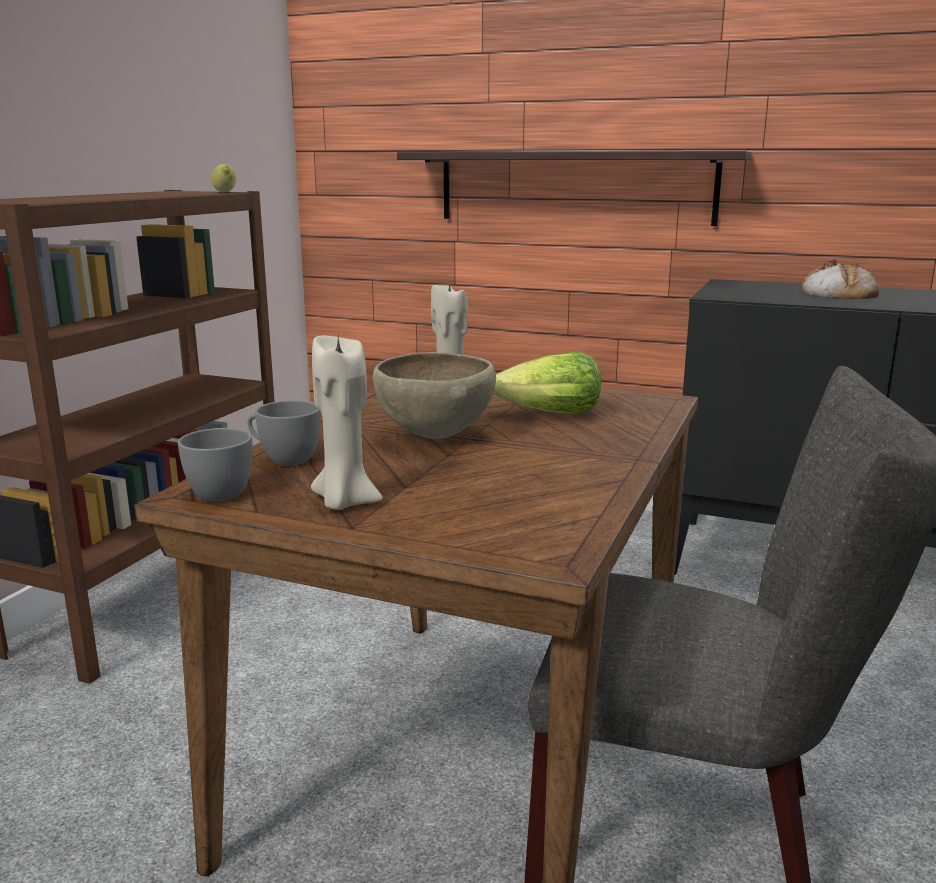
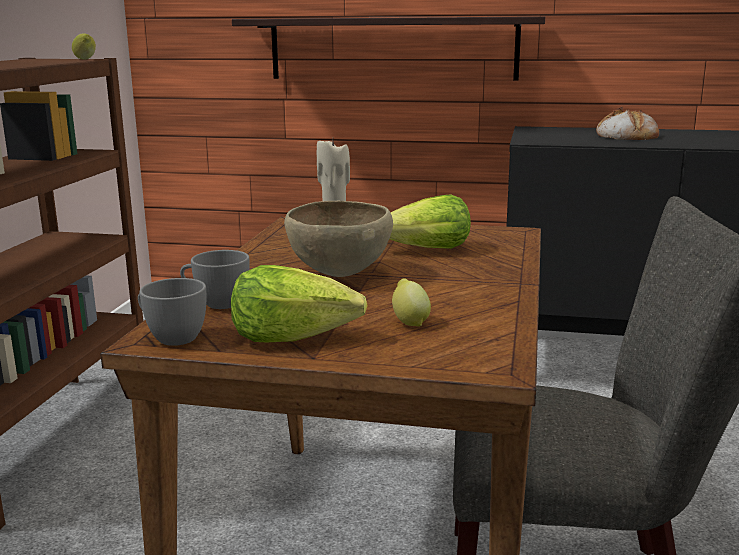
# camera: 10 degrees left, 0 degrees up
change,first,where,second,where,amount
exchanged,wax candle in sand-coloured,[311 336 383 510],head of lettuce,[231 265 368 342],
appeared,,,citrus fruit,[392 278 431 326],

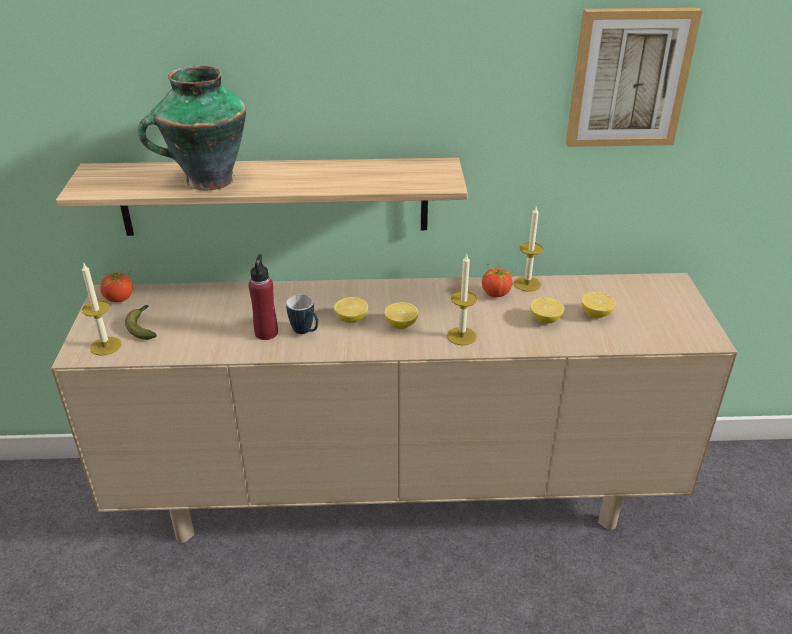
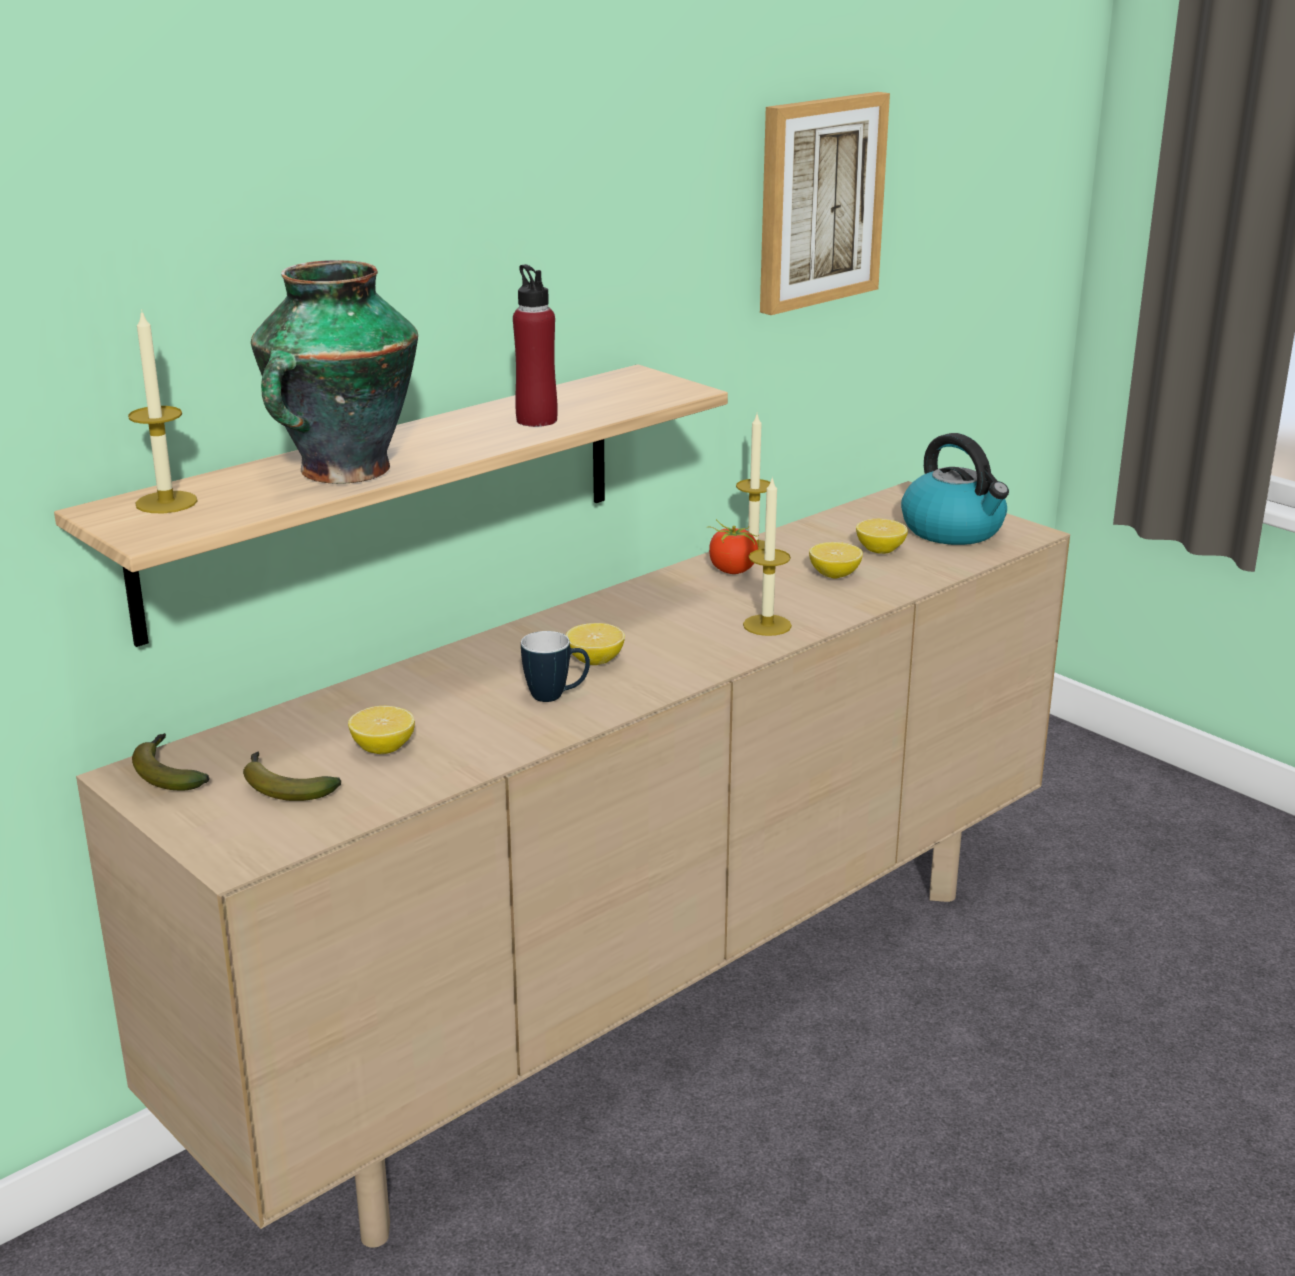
# camera: 40 degrees left, 10 degrees down
change,first,where,second,where,amount
relocated,beverage bottle in reddish,[249 254 278 340],,[513 264 558 427],
relocated,wax candle,[82 262 121 356],,[128 309 198 513],
exchanged,whole tomato,[100 266 133 302],banana fruit,[132 733 210 791],
relocated,citrus fruit,[384 302 419 329],,[348 706 415 754],
appeared,,,tea kettle,[901 433 1009 545],

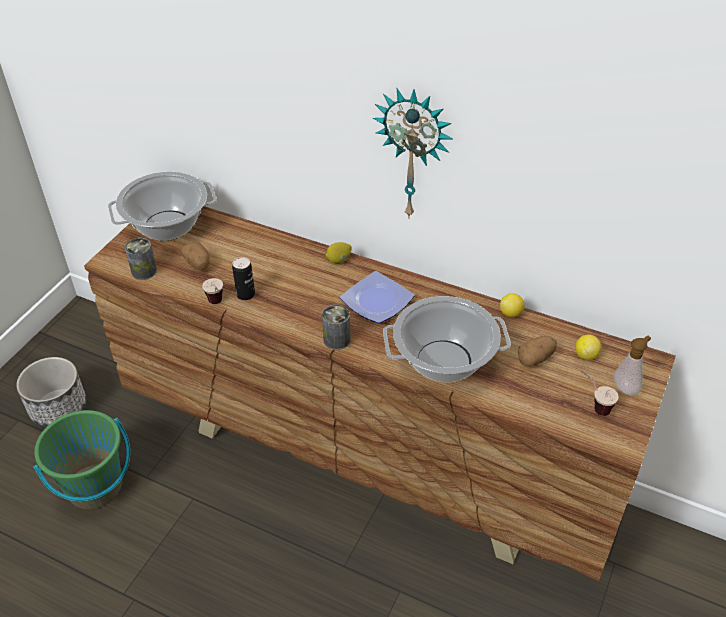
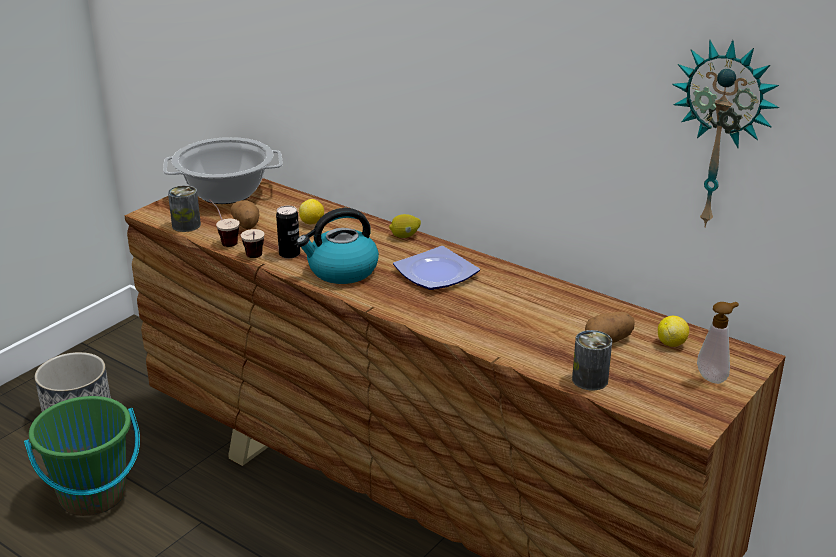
# camera: 10 degrees right, 15 degrees down
change,first,where,second,where,amount
relocated,clock on the wall,[373 88 453 217],,[672 40 779 228],
relocated,citrus fruit,[500 293 525 317],,[299 199 324 224],
missing,stockpot,[383 296 511 382],,,
relocated,sealed can,[322 305 351 350],,[572 330 612 391],
relocated,cup,[581 370 619 416],,[209 199 240 247],
appeared,,,tea kettle,[296 208 379 284],

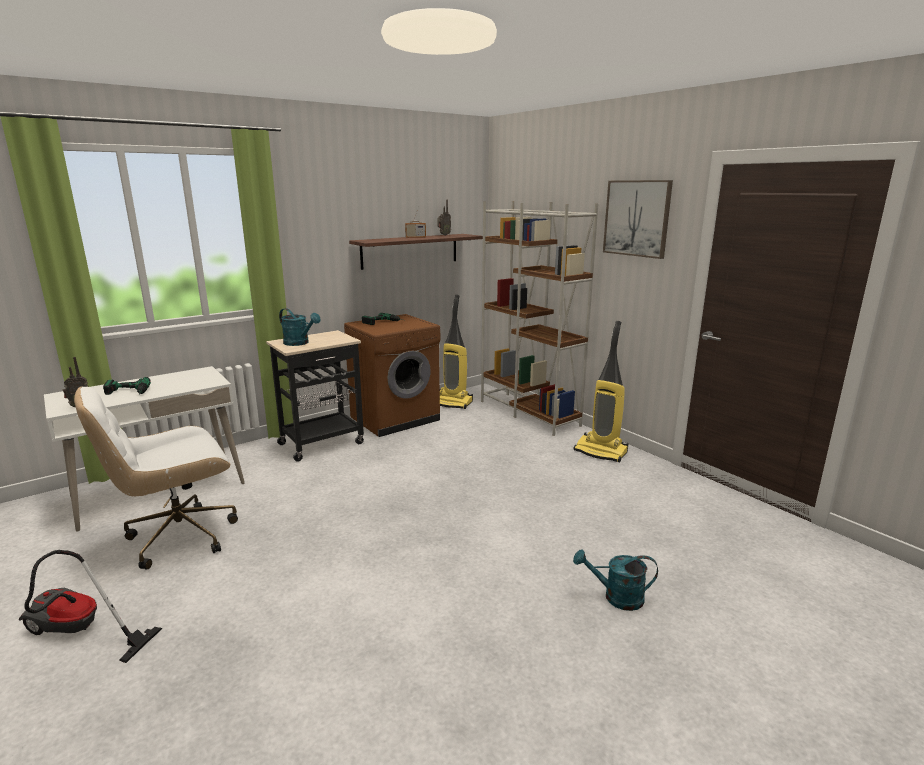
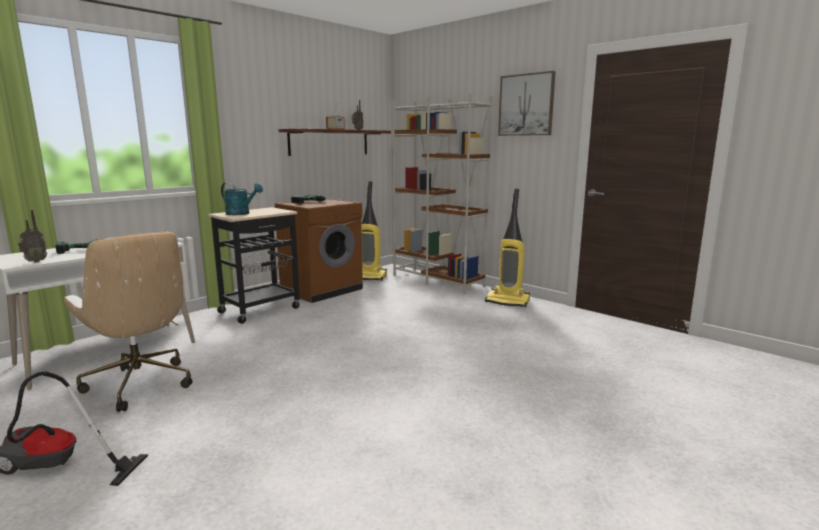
# camera: 10 degrees left, 5 degrees down
change,first,where,second,where,amount
spun,desk chair in whitish,[74 386 238 569],,[64 232 193 412],90 degrees counterclockwise
missing,watering pot in turquoise,[573 549 658 611],,,

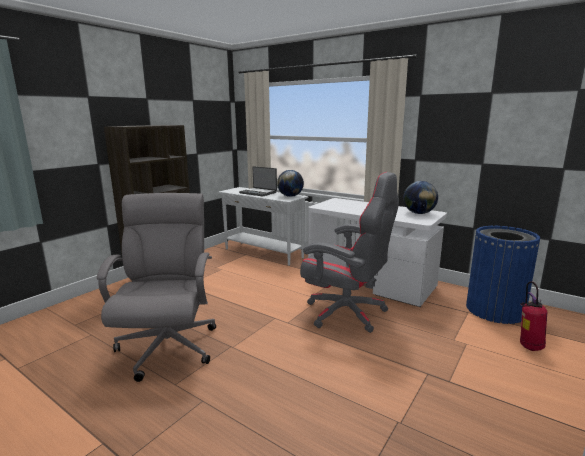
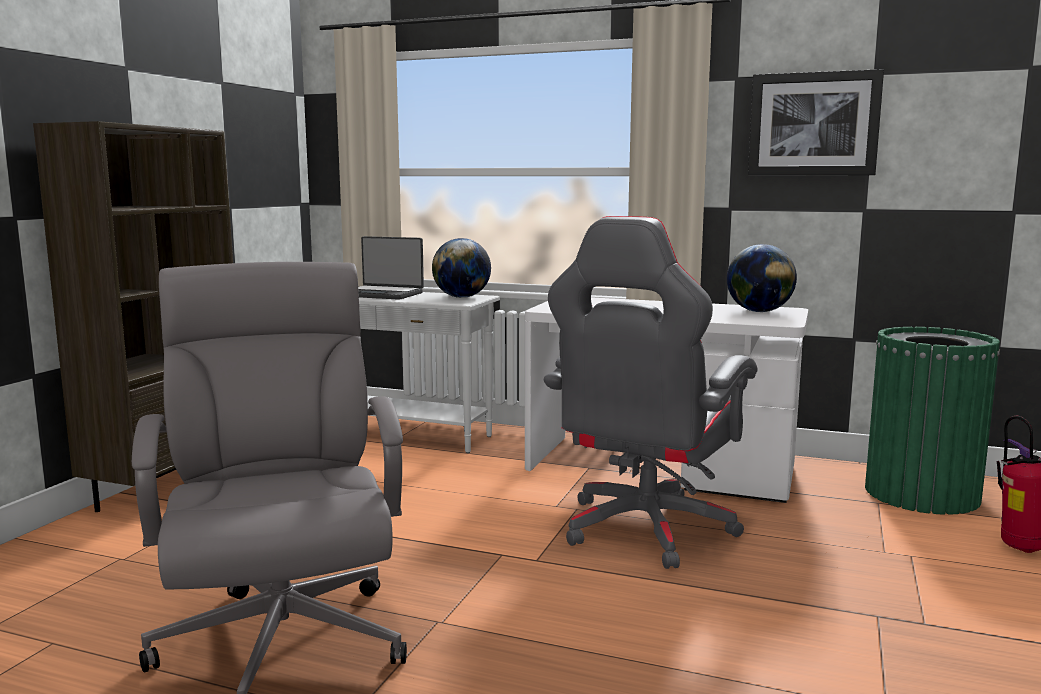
# camera: 15 degrees left, 5 degrees down
change,first,where,second,where,amount
spun,desk chair in greyish,[300 172 399 333],,[544 216 758 569],105 degrees clockwise
colour,rubbish bin in blue,[466 226 540 324],rubbish bin in greenish,[865 327 1000 515],
appeared,,,wall art,[748 69 884 175],

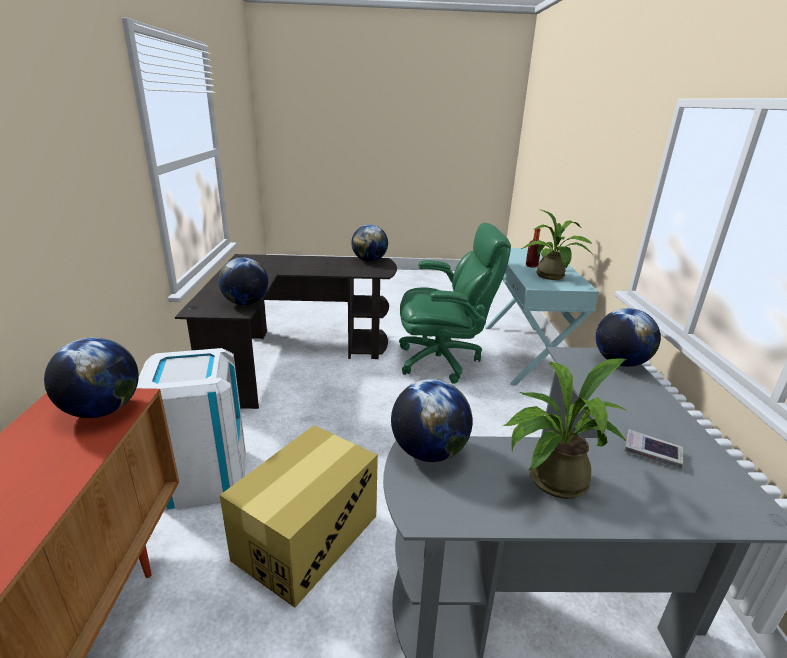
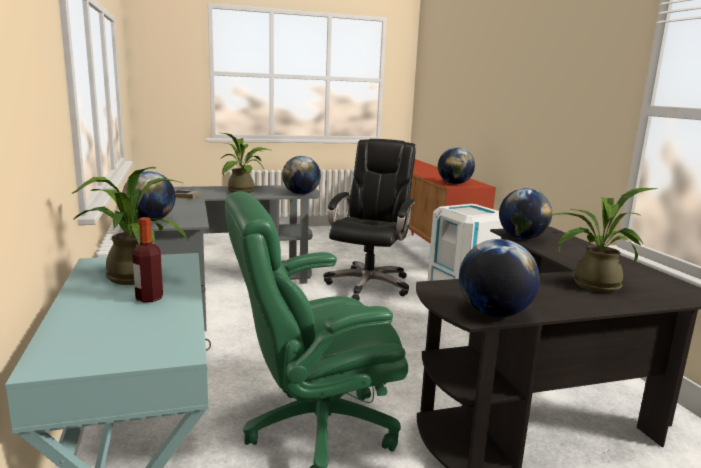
# camera: 165 degrees right, 10 degrees down
change,first,where,second,where,amount
exchanged,cardboard box,[220 425 378 608],desk chair in black,[323 139 416 301],
appeared,,,houseplant,[546 188 657 293],

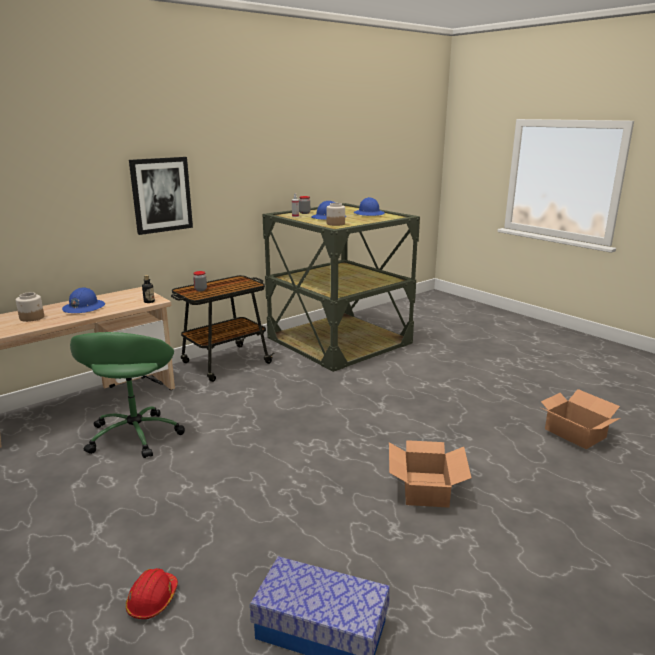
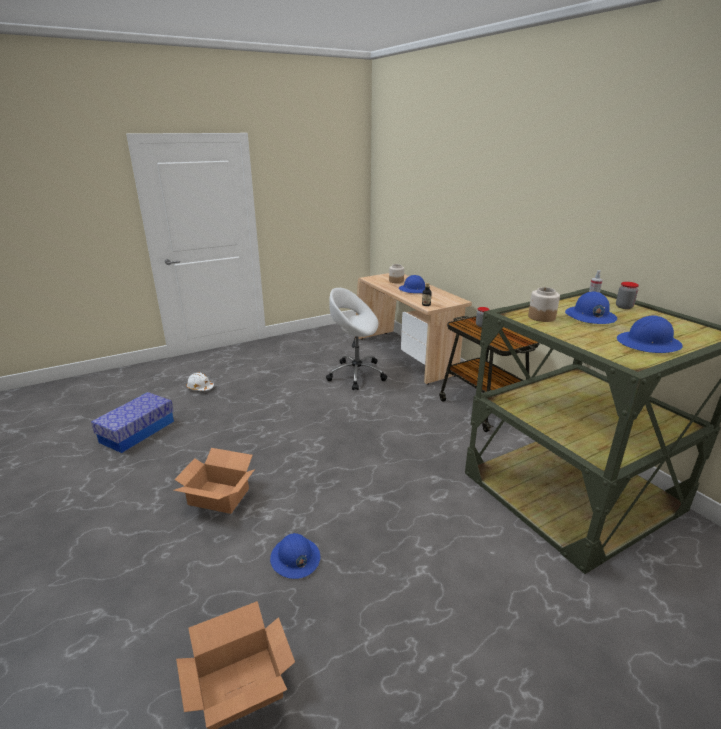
# camera: 100 degrees right, 5 degrees up
change,first,where,second,where,amount
missing,wall art,[129 157 193 235],,,
colour,desk chair in greenish,[70 332 185 458],desk chair in whitish,[326 288 387 390],
colour,safety helmet in reddish,[126 568 178 619],safety helmet in whitish,[186 372 214 391],
appeared,,,safety helmet in blue,[270 533 321 579],

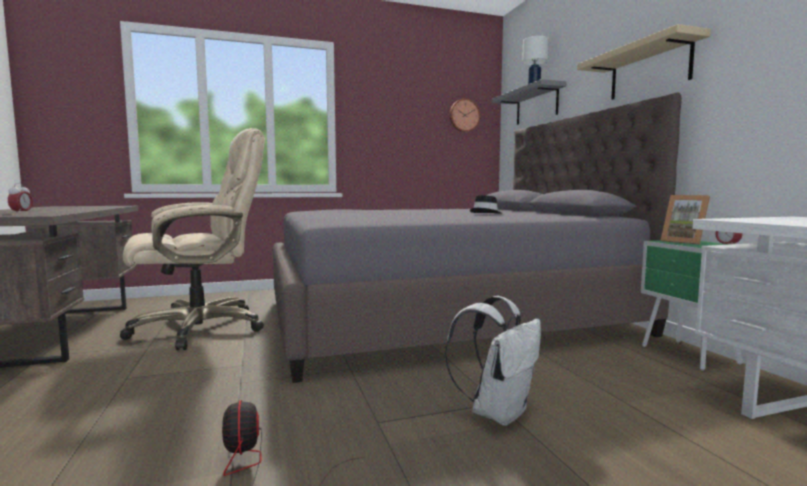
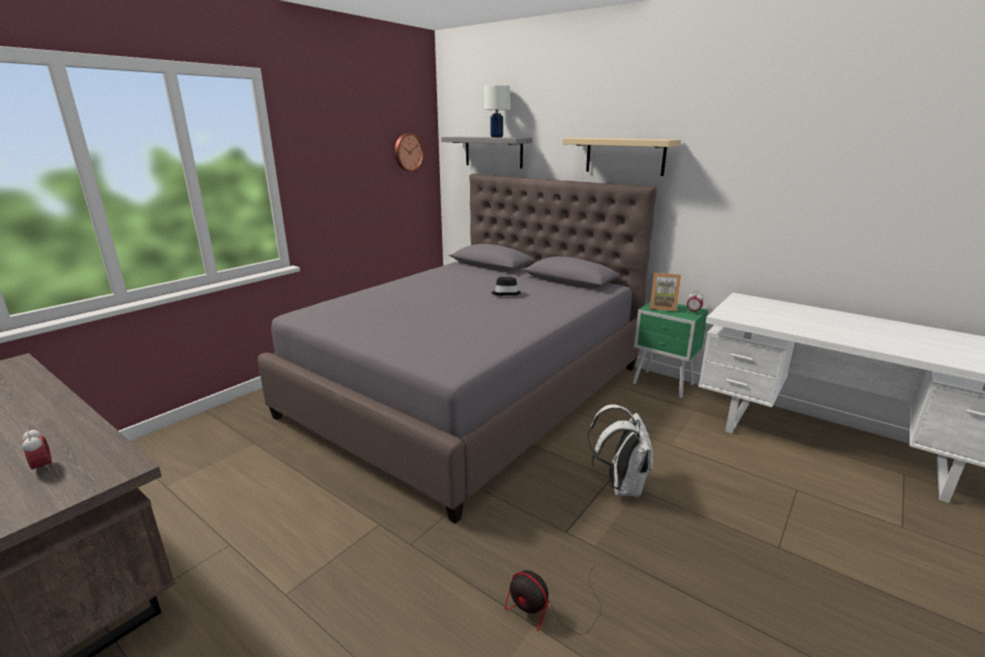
# camera: 35 degrees left, 15 degrees up
change,first,where,second,where,amount
missing,desk chair in sand-coloured,[120 128 265 350],,,

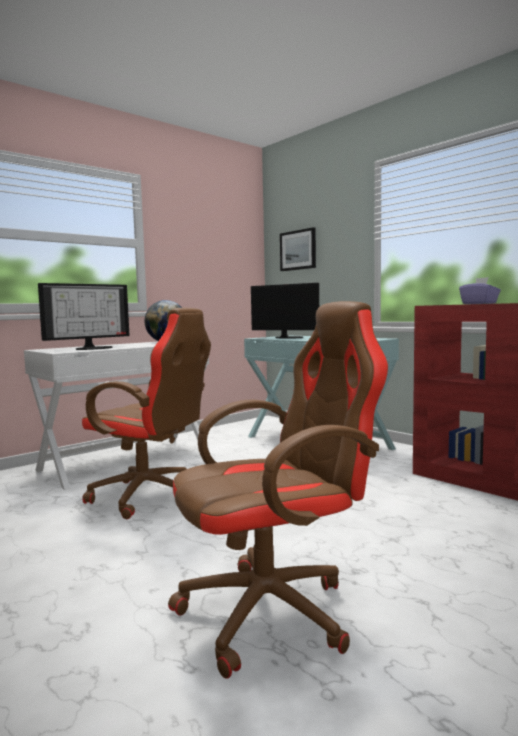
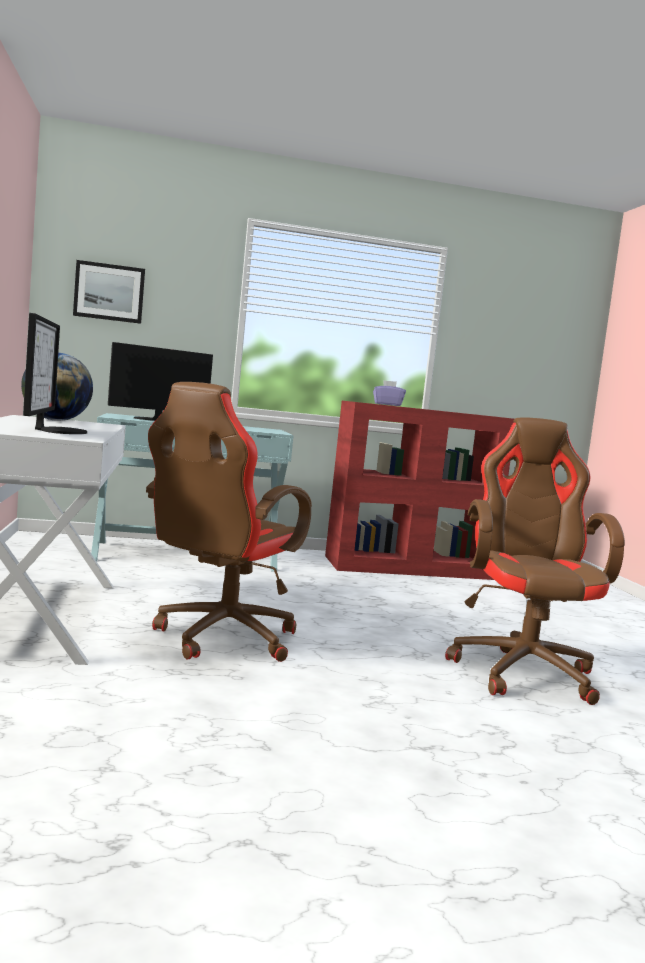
# camera: 60 degrees left, 0 degrees up
change,first,where,second,where,amount
spun,desk chair in brown-coloured,[82 308 211 519],,[146 382 312 662],150 degrees clockwise

